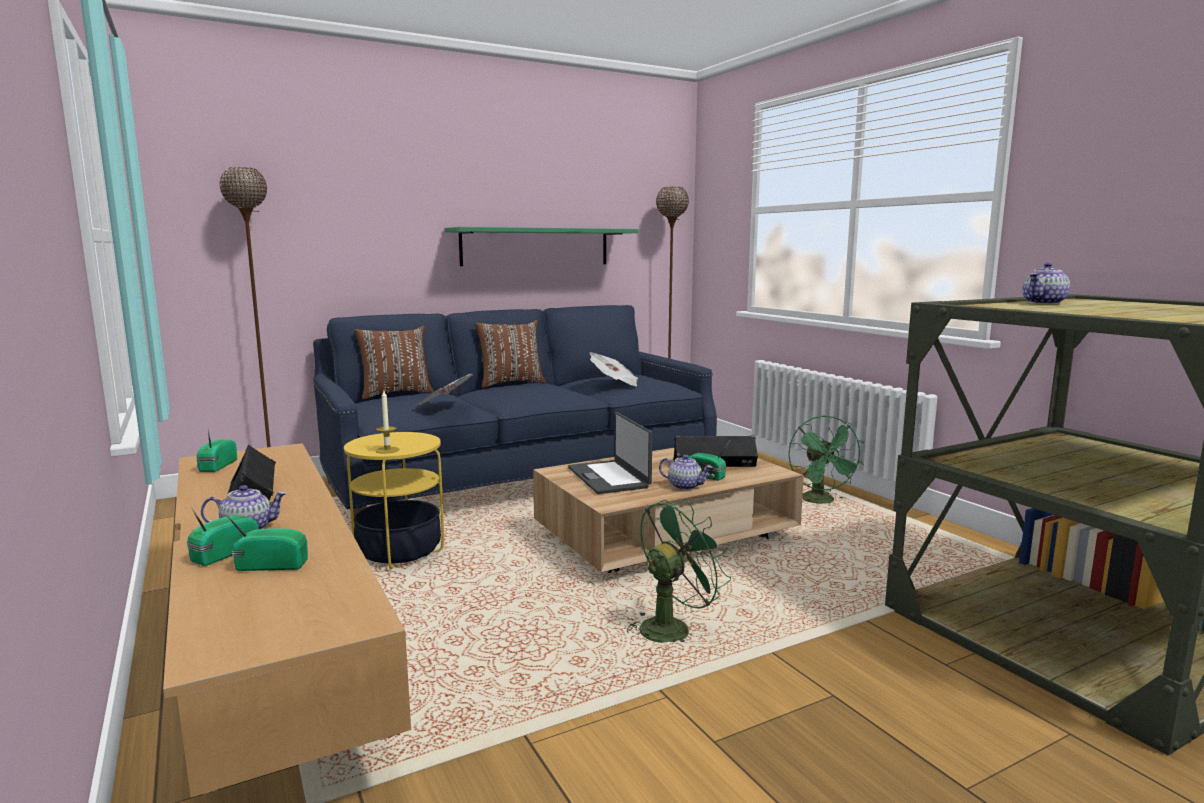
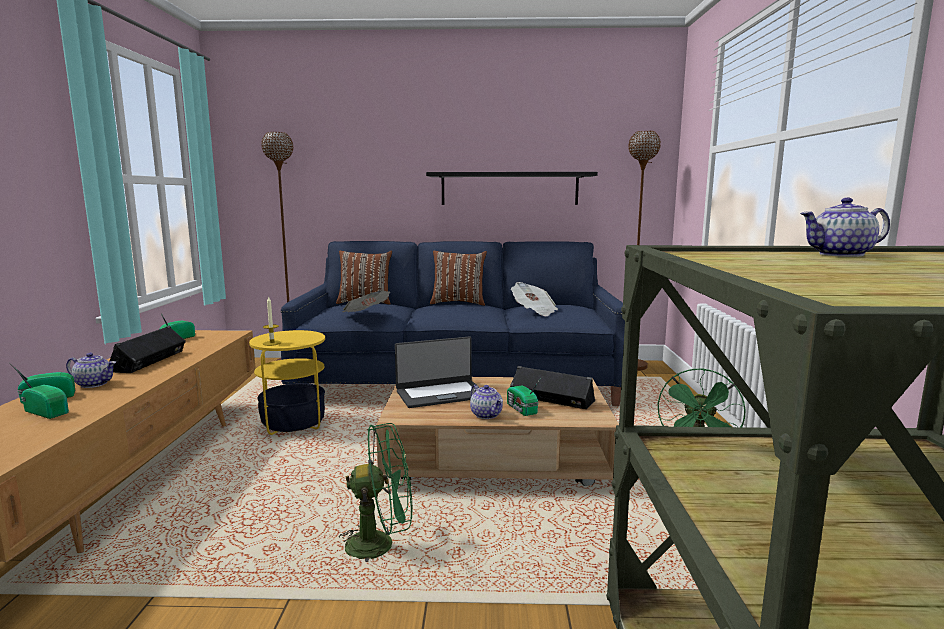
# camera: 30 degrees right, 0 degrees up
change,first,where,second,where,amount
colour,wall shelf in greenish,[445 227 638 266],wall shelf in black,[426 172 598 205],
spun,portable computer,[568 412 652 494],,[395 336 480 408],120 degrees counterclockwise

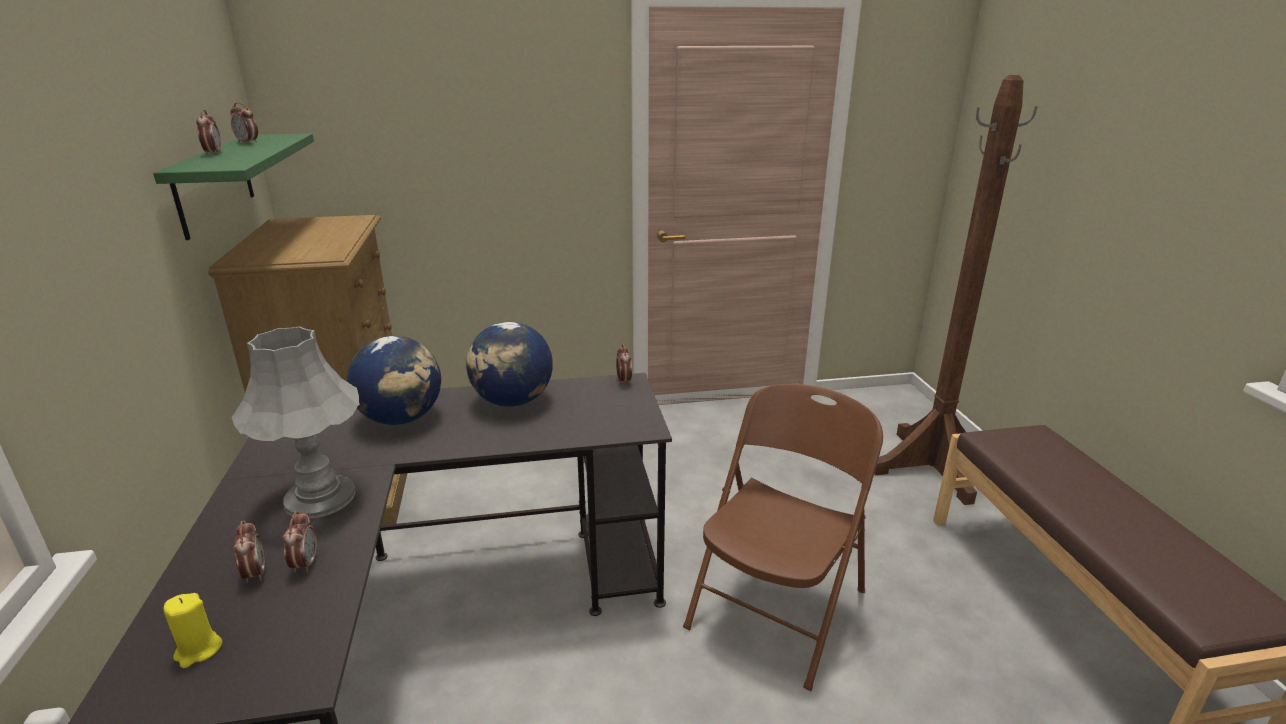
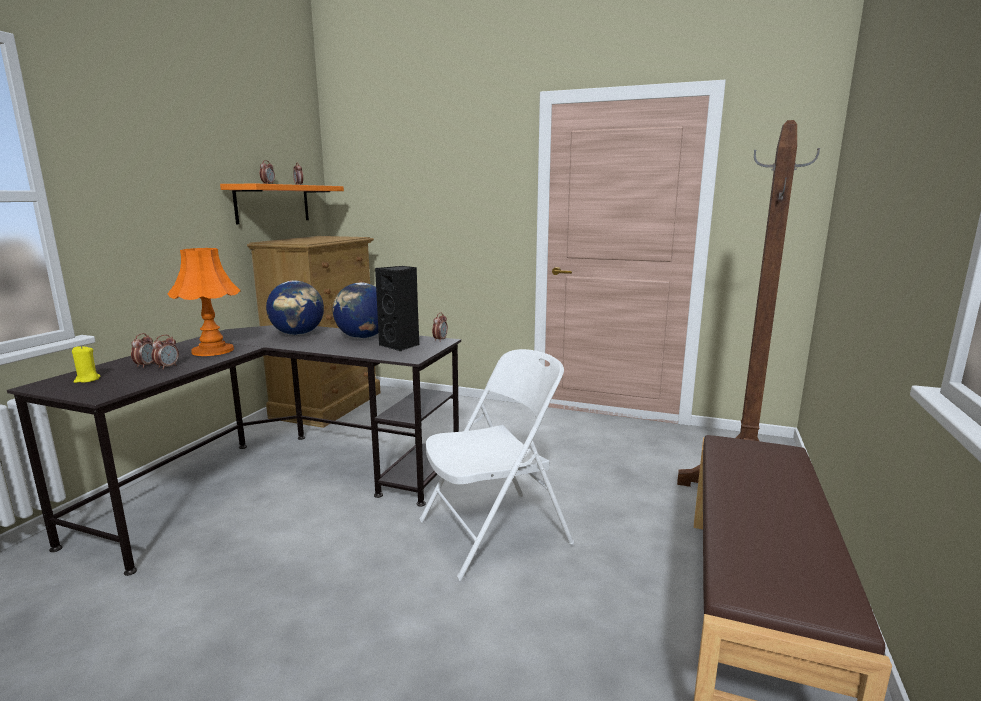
# camera: 30 degrees right, 10 degrees down
change,first,where,second,where,amount
colour,wall shelf in greenish,[153 133 314 240],wall shelf in orange-coloured,[220 184 344 224],
colour,lamp for a table in greyish,[231 327 360 519],lamp for a table in orange-coloured,[168 248 240 356],
colour,chair in brown-coloured,[683 384 883 691],chair in whitish,[419 349 574 581],
appeared,,,loudspeaker in black,[375 266 419 351],

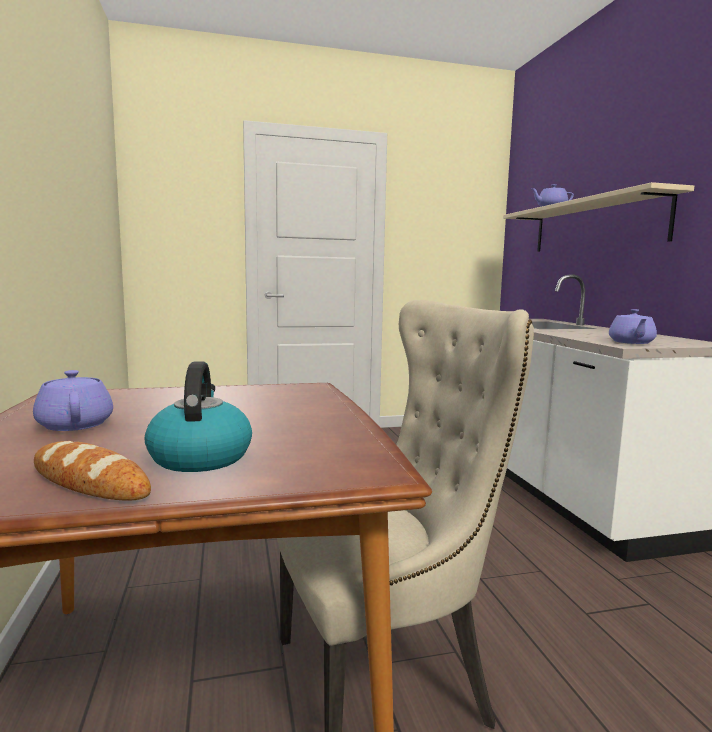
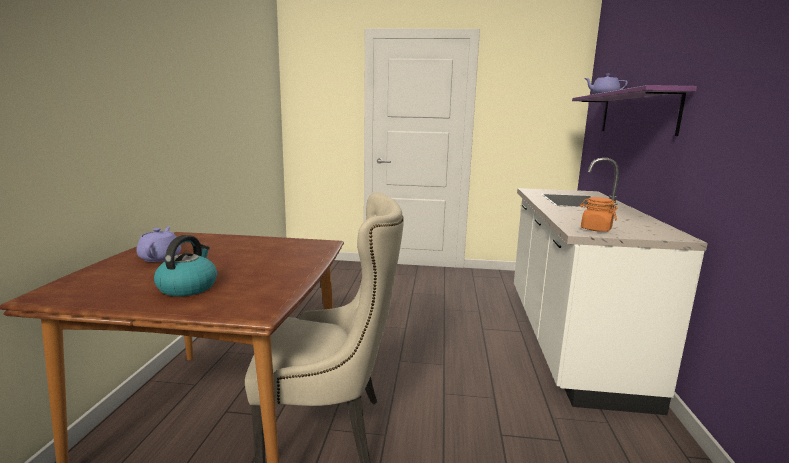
# camera: 20 degrees right, 5 degrees up
change,first,where,second,where,amount
colour,wall shelf in sand-coloured,[503 182 694 252],wall shelf in purple,[572 85 697 136],
exchanged,teapot in purple,[609 309 657 344],storage jar in orange-coloured,[580 197 618 232],
missing,bakery bread,[34 441 151 501],,,

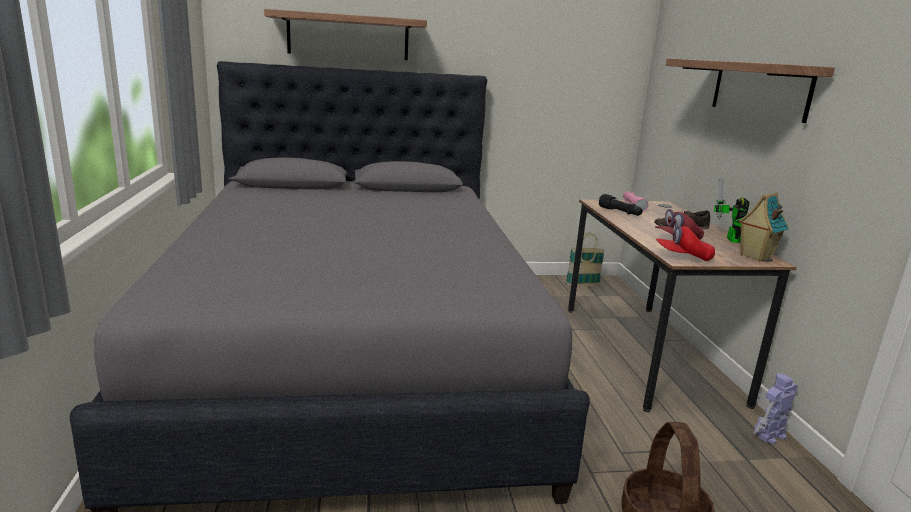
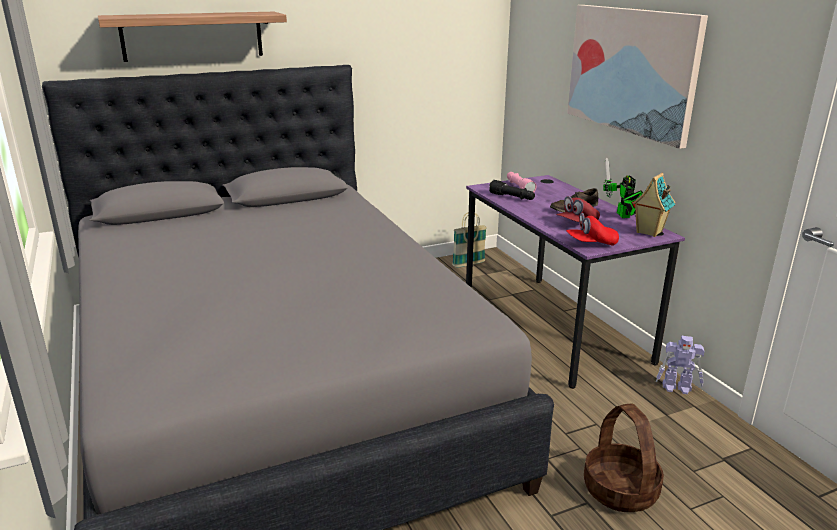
# camera: 15 degrees left, 5 degrees up
change,first,where,second,where,amount
exchanged,wall shelf,[666 59 835 123],wall art,[567 5 708 149],
colour,desk in brown-coloured,[568 199 797 412],desk in purple,[466 175 685 389],
spun,model robot,[754 373 798 444],,[656 336 705 394],120 degrees counterclockwise

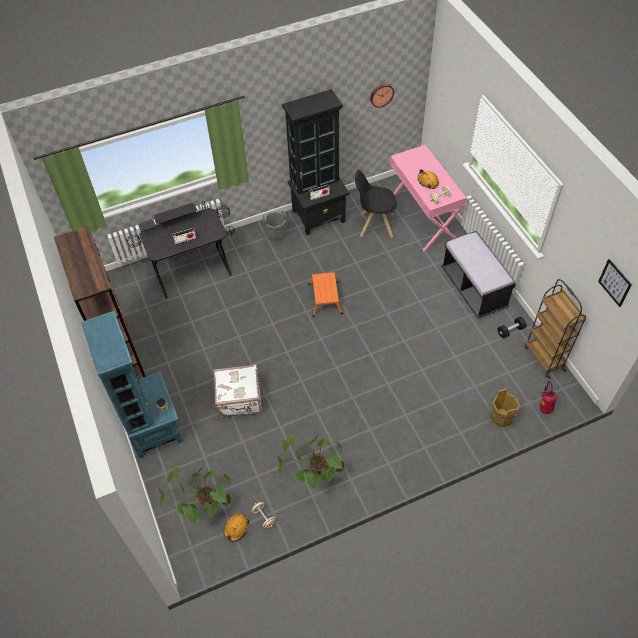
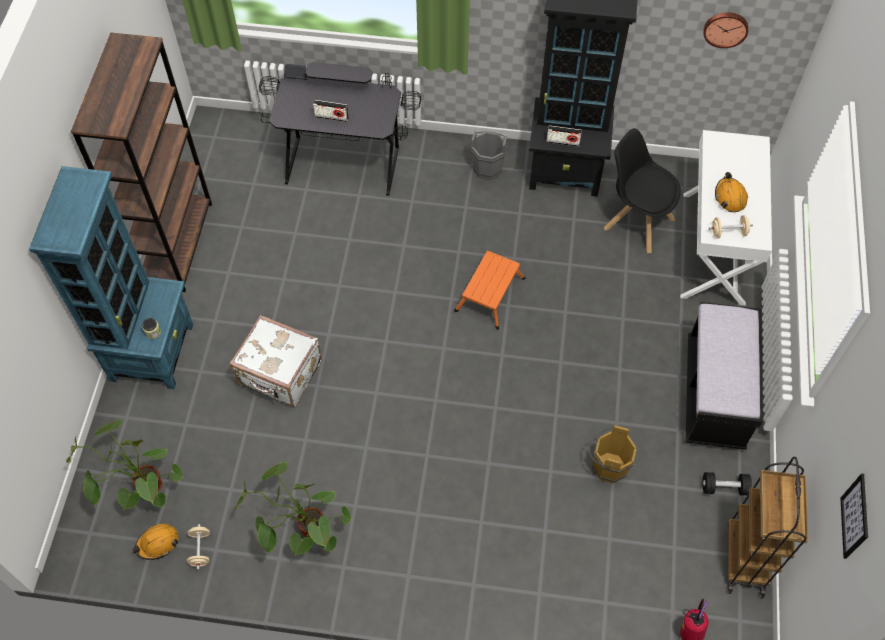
# camera: 30 degrees right, 5 degrees up
change,first,where,second,where,amount
colour,desk in pink,[390 145 466 251],desk in whitish,[680 130 772 306],
relocated,pail in brown-coloured,[489 388 520 427],,[589 425 637 484],

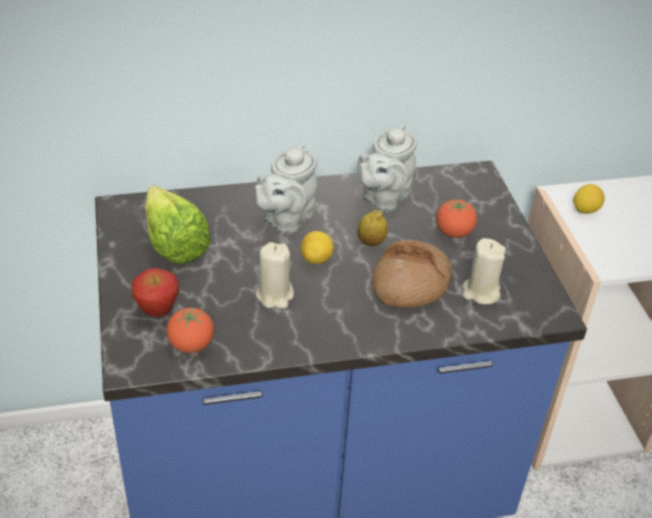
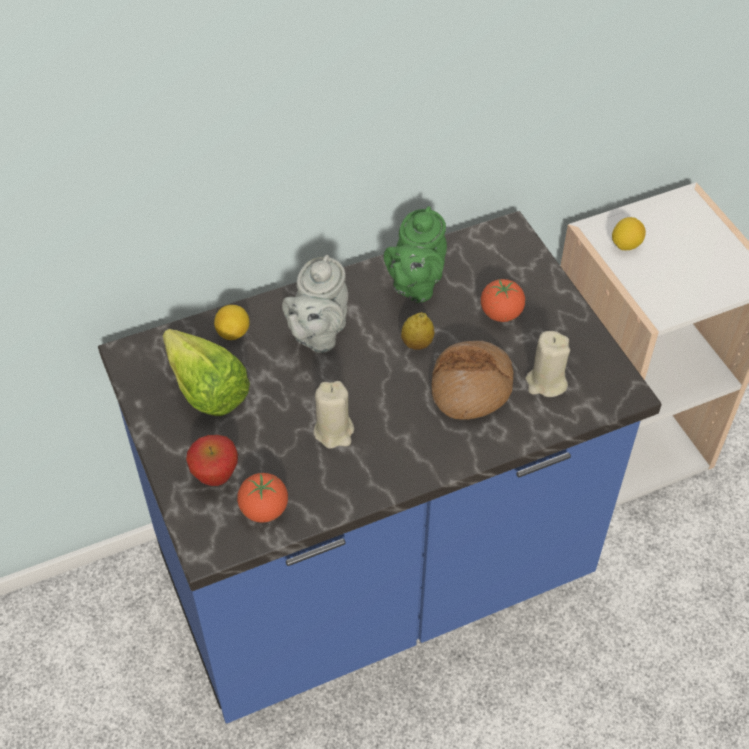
# camera: 10 degrees left, 10 degrees up
change,first,where,second,where,amount
colour,teapot in greyish,[357 124 417 212],teapot in greenish,[384 206 447 303],
relocated,citrus fruit,[301 231 334 264],,[214 305 250 340],

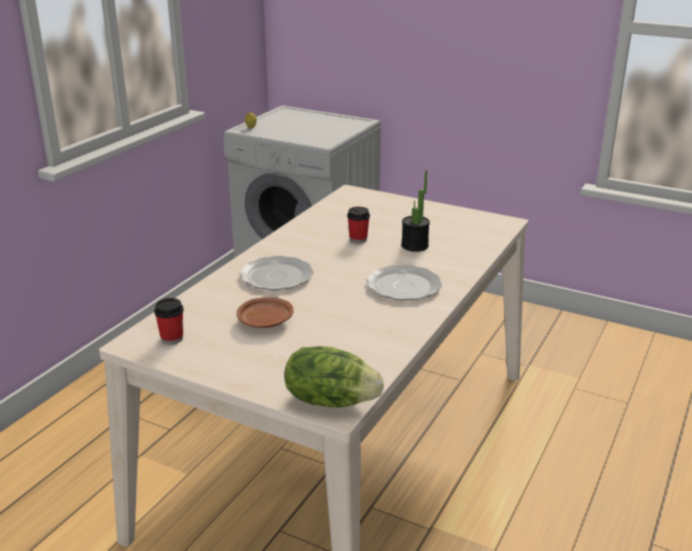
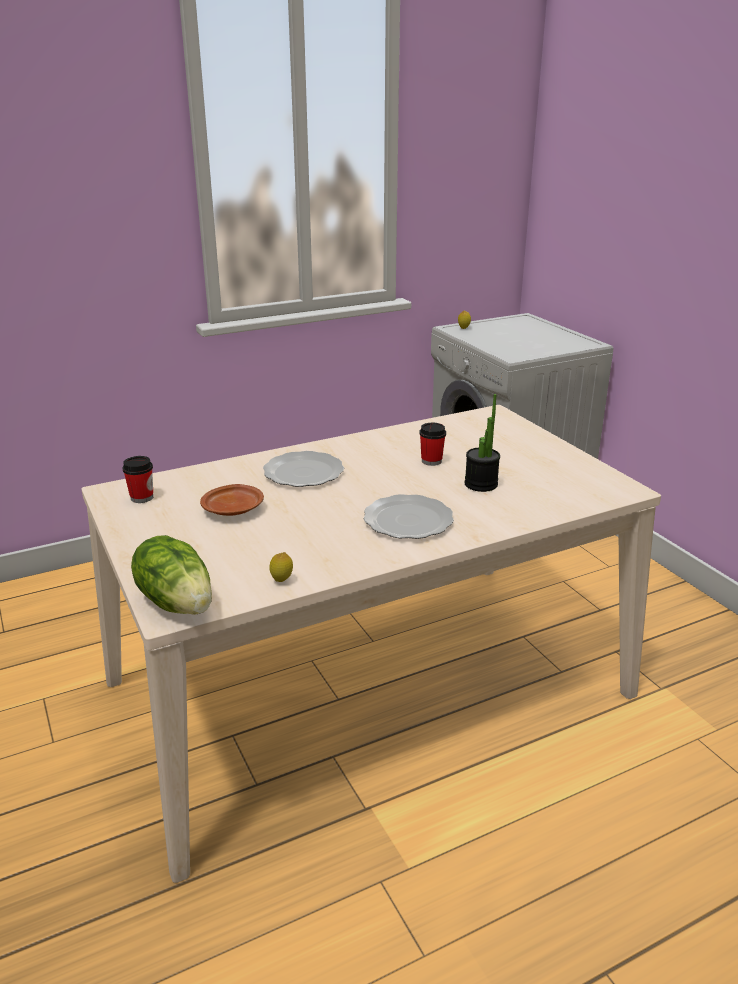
# camera: 35 degrees right, 0 degrees up
change,first,where,second,where,amount
appeared,,,citrus fruit,[269 552 293 582],

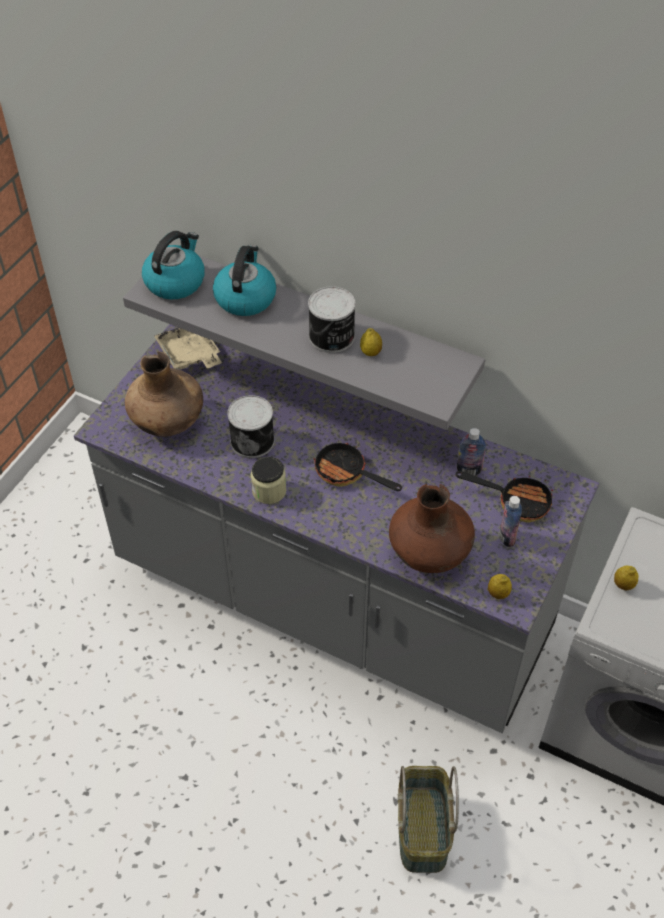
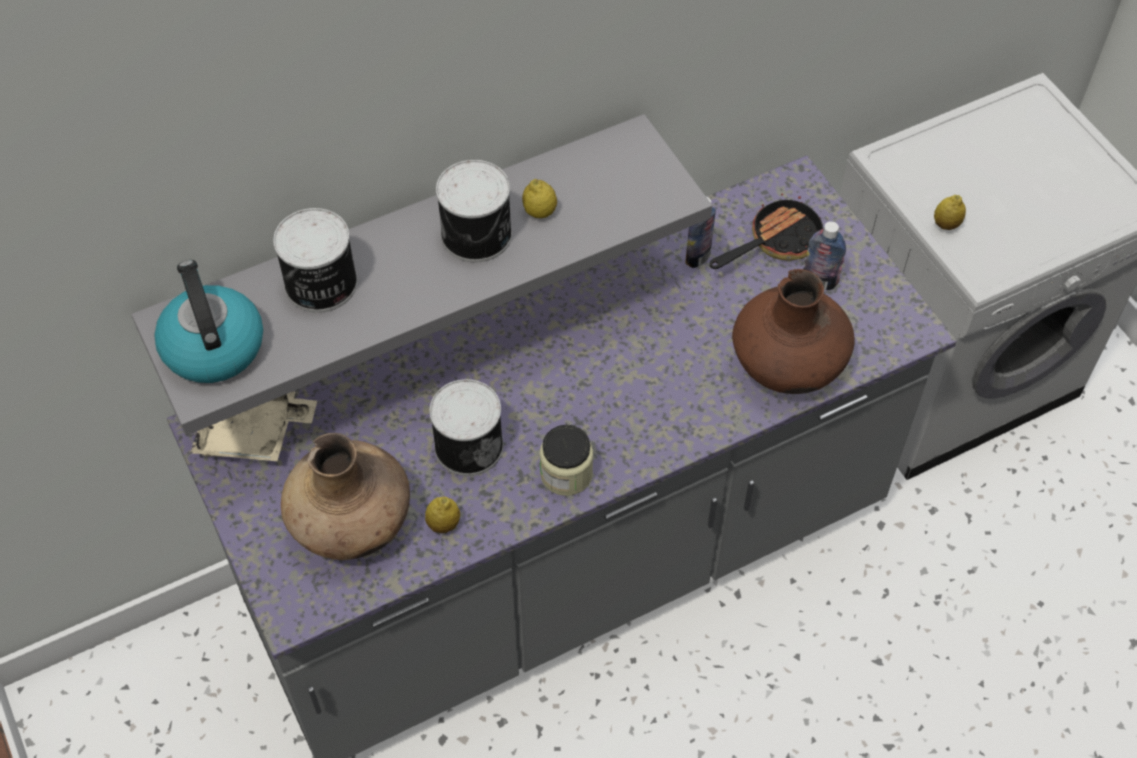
# camera: 55 degrees left, 5 degrees up
change,first,where,second,where,amount
exchanged,tea kettle,[213 245 276 316],sealed can,[273 208 358 313],
missing,skillet,[313 443 402 491],,,
relocated,citrus fruit,[488 574 512 599],,[425 497 460 533],
missing,storage basket,[398 766 459 873],,,

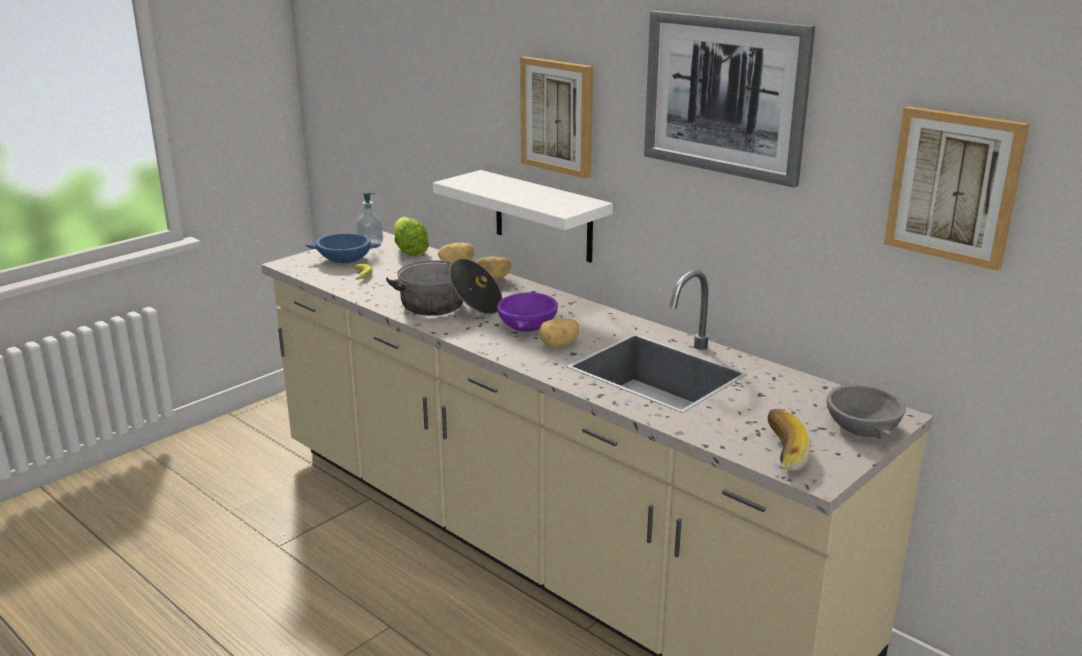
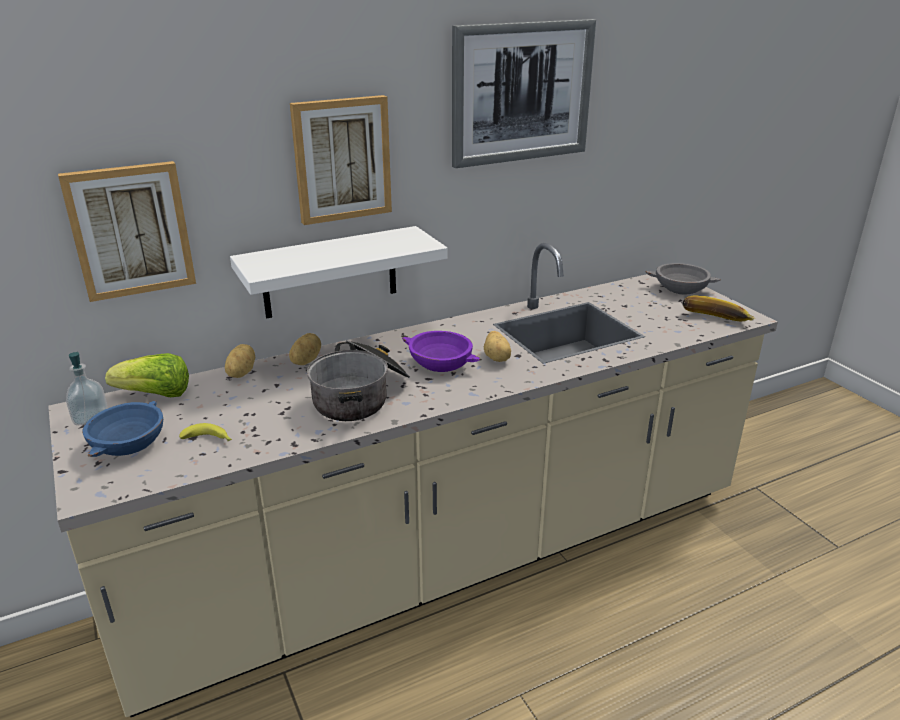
# camera: 70 degrees left, 5 degrees up
change,first,where,second,where,amount
relocated,wall art,[884 106 1030 271],,[58 161 196 302],

